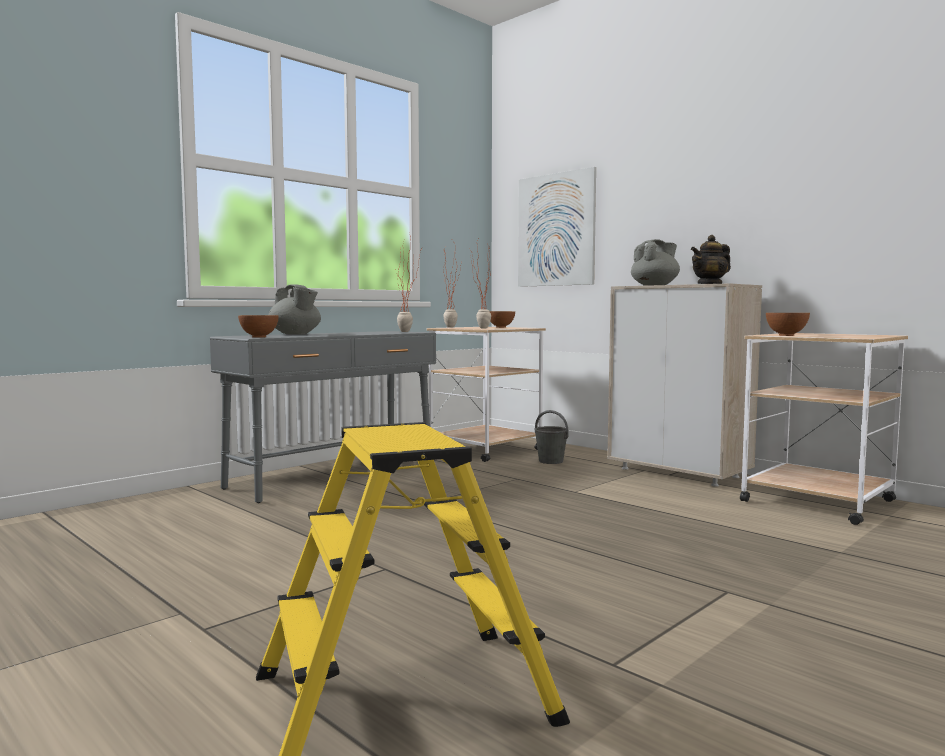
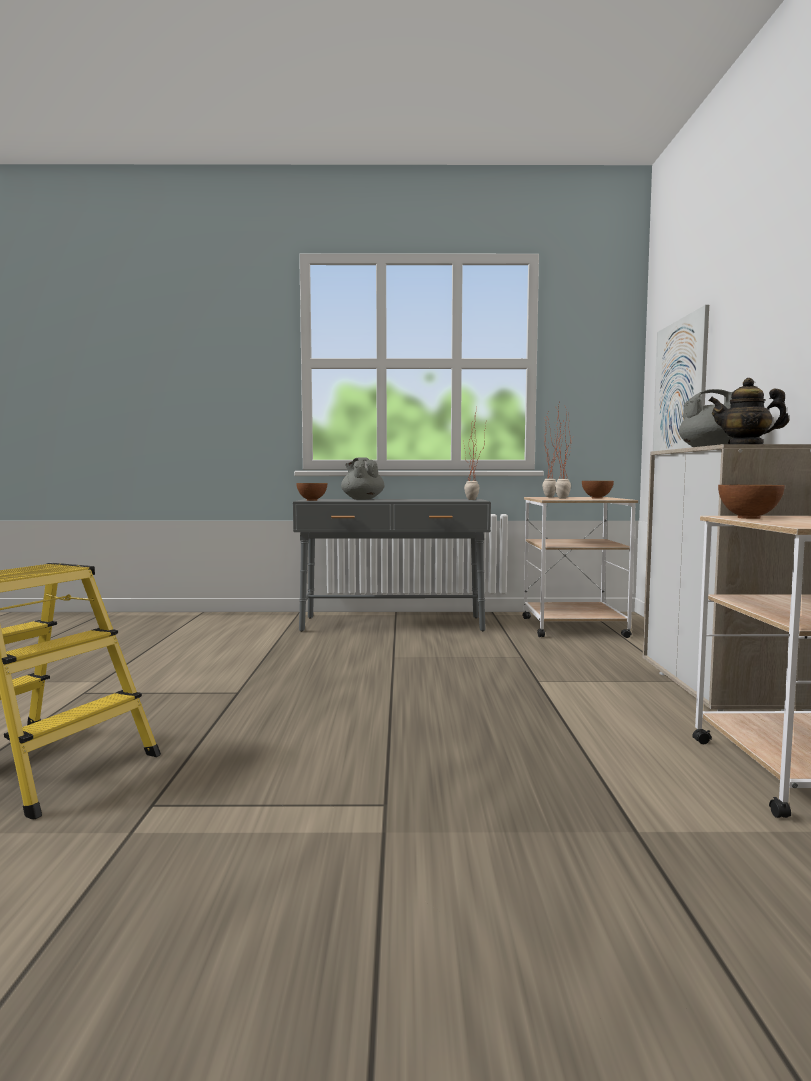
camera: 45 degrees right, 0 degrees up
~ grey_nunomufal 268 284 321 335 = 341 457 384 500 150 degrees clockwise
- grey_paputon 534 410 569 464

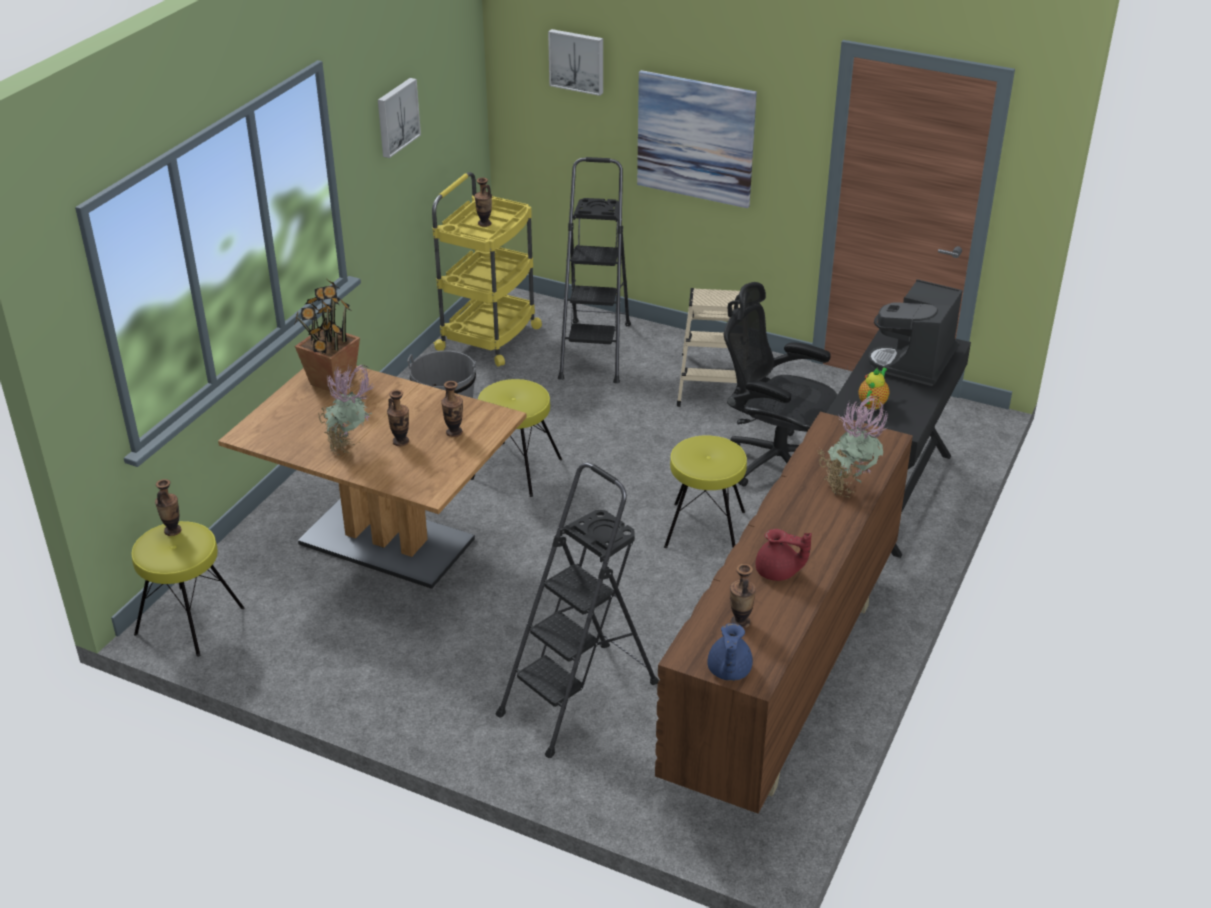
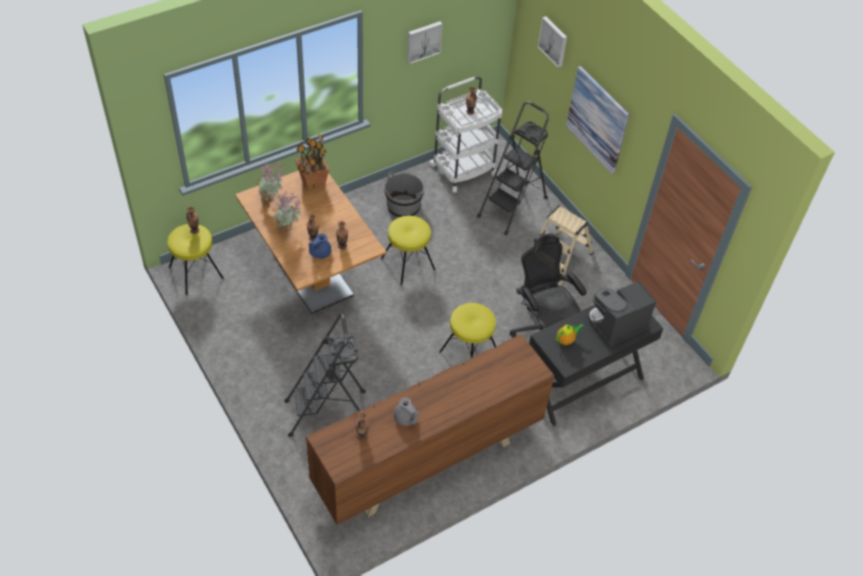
camera: 30 degrees right, 15 degrees up
~ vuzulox 817 396 888 498 to 256 162 286 205
~ blue_nunomufal 707 623 753 681 to 309 233 331 259
~ red_nunomufal 756 529 812 581 to grey_nunomufal 394 397 418 425
~ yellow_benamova 432 172 542 367 to white_benamova 429 77 503 193

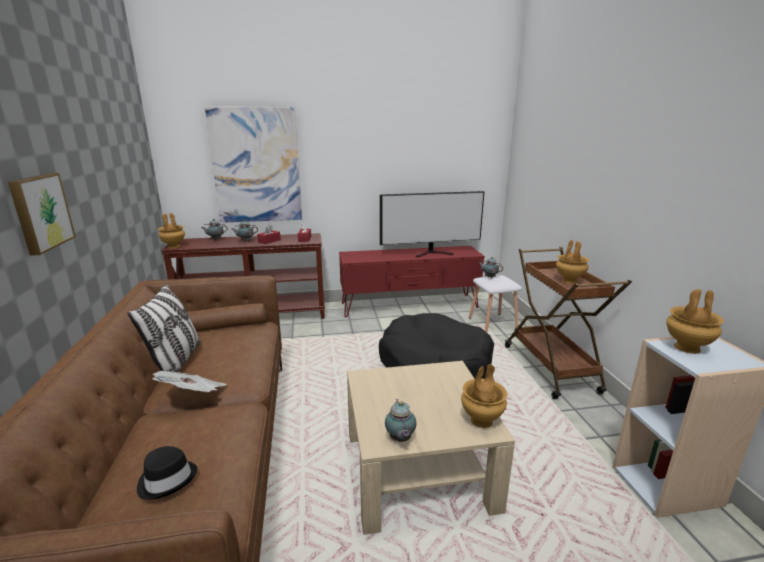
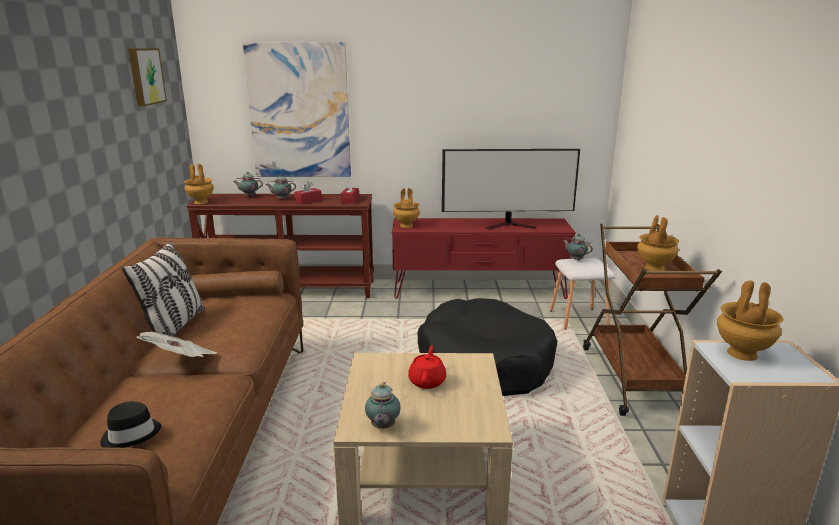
camera: 10 degrees right, 0 degrees up
~ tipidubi 8 173 76 256 to 128 48 167 106
~ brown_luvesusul 461 364 507 428 to 393 188 420 228
+ red_nunomufal 408 345 446 389

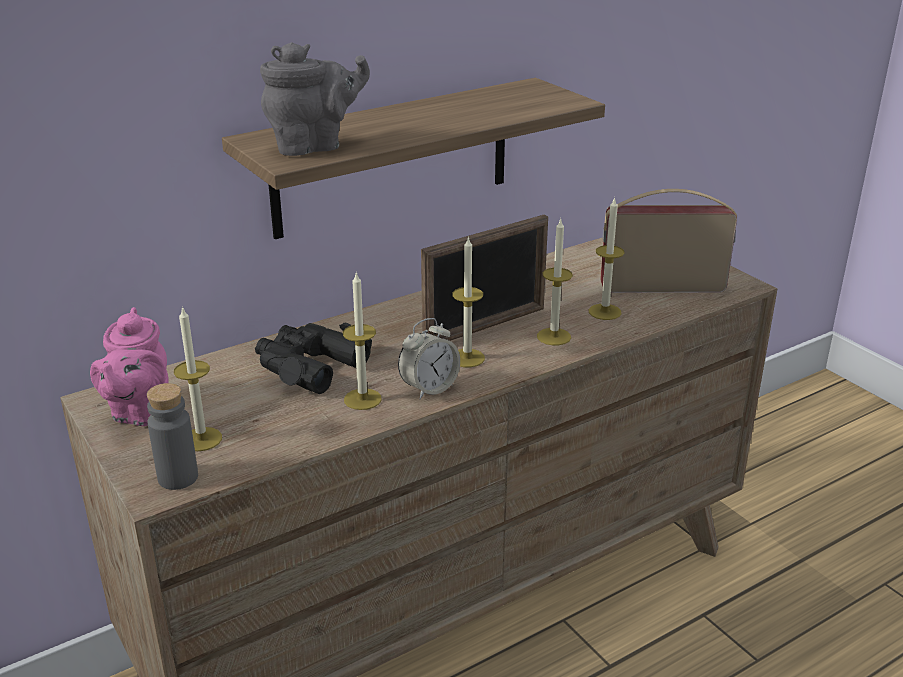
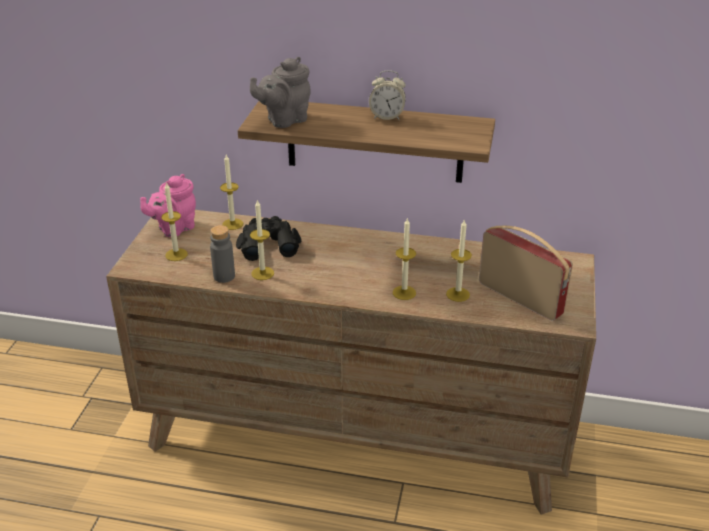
camera: 45 degrees right, 5 degrees up
~ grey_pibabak 147 383 198 490 to 210 225 235 283
~ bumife 452 236 485 367 to 220 155 243 230
~ grey_nunomufal 260 42 370 156 = 250 57 310 128 120 degrees clockwise
~ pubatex 398 318 460 399 to 369 70 406 120
- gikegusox 421 214 548 341

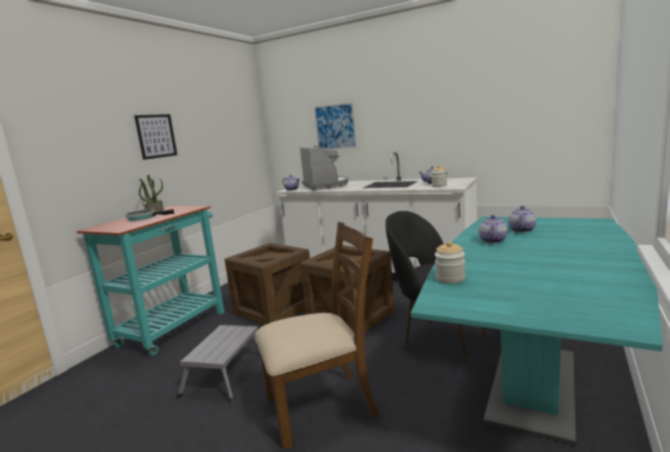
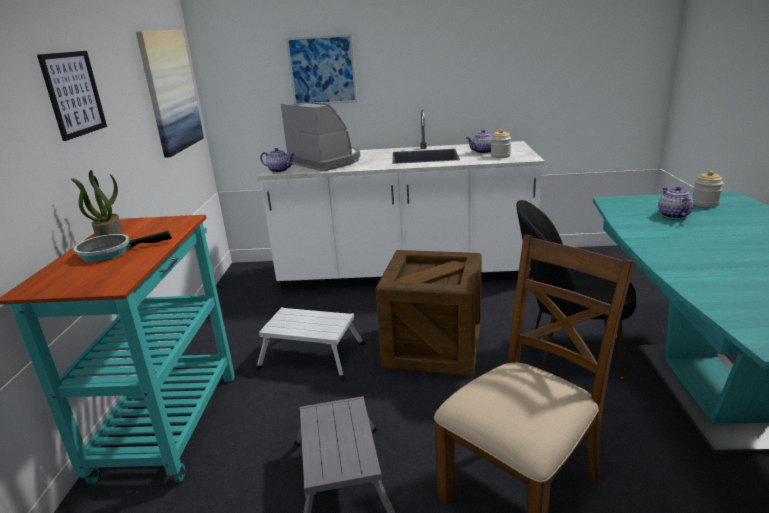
camera: 25 degrees left, 10 degrees up
+ tipidubi 136 30 204 158
~ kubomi 225 243 310 325 to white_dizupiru 255 307 366 382
~ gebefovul 435 241 465 284 to 692 171 724 207
- nunomufal 478 215 508 243

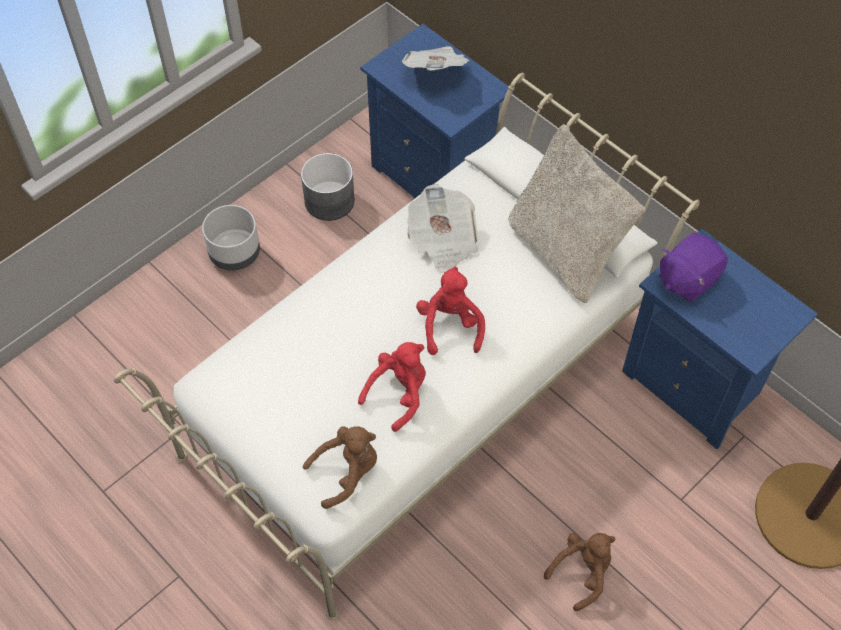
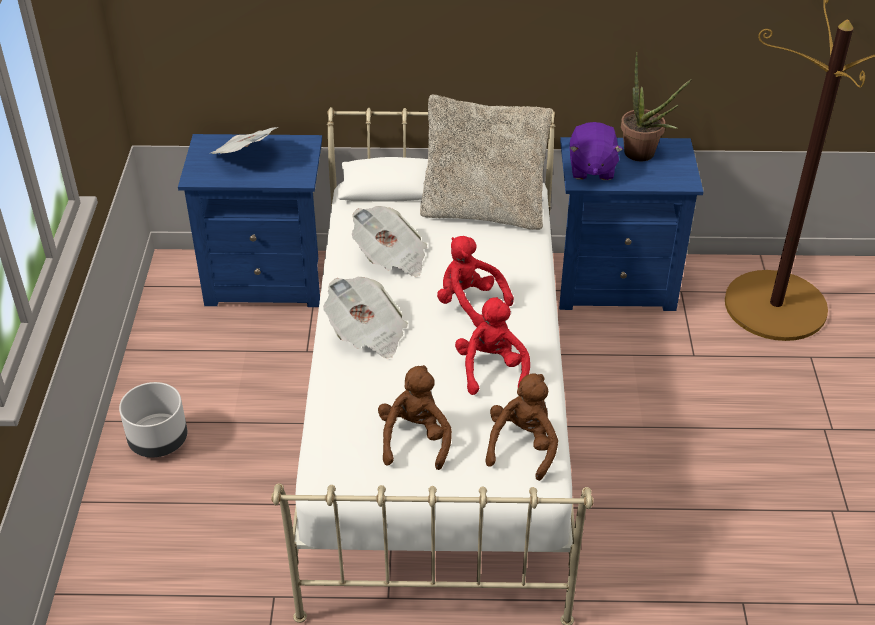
camera: 45 degrees left, 15 degrees down
+ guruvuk 323 277 408 358
~ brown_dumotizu 544 533 615 611 to 378 365 452 470
+ vuzulox 621 52 692 161
- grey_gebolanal 301 153 355 221

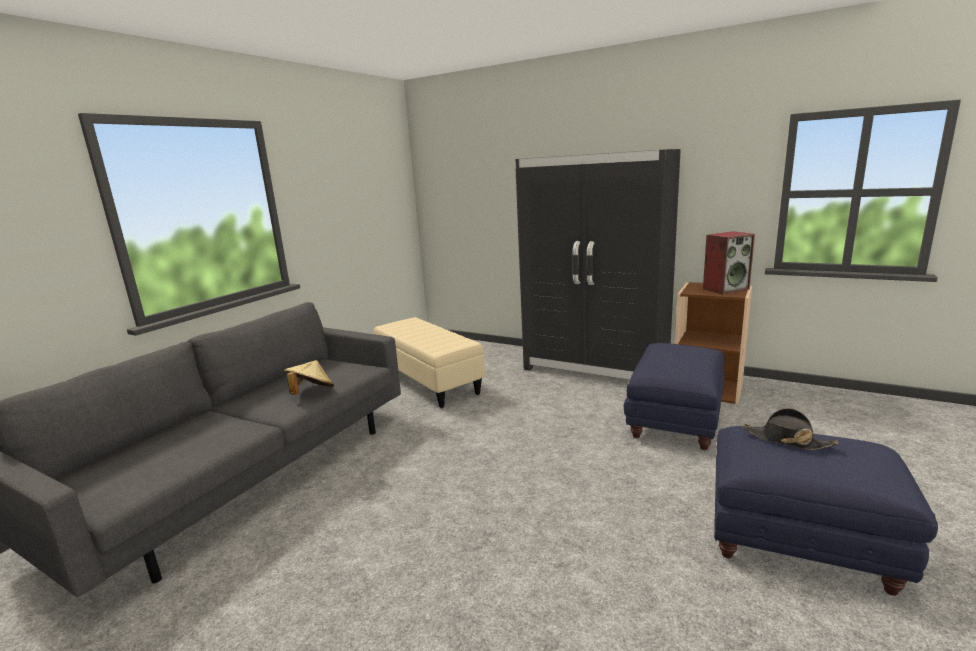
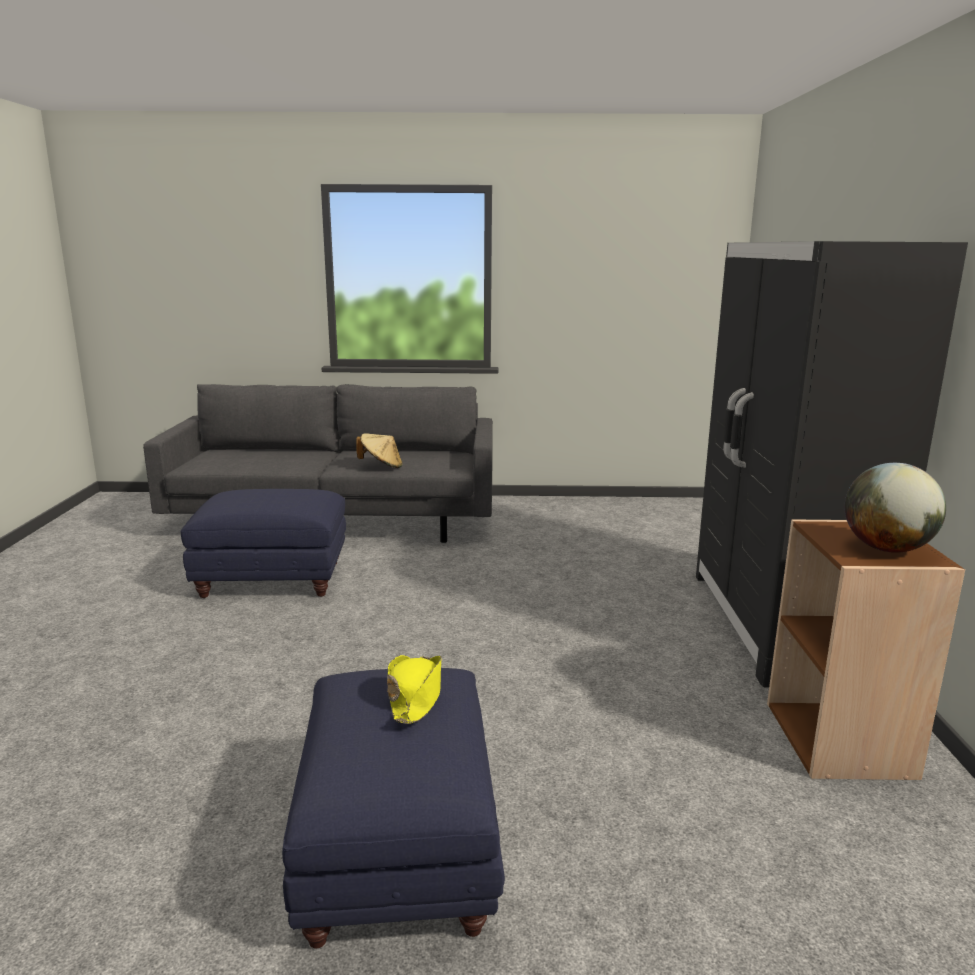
camera: 60 degrees right, 0 degrees up
~ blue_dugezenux 624 343 725 450 to 181 489 346 598
~ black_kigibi 742 408 838 450 to yellow_kigibi 387 655 441 724
~ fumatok 703 231 755 294 to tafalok 845 463 946 553
- beige_dugezenux 373 317 485 408

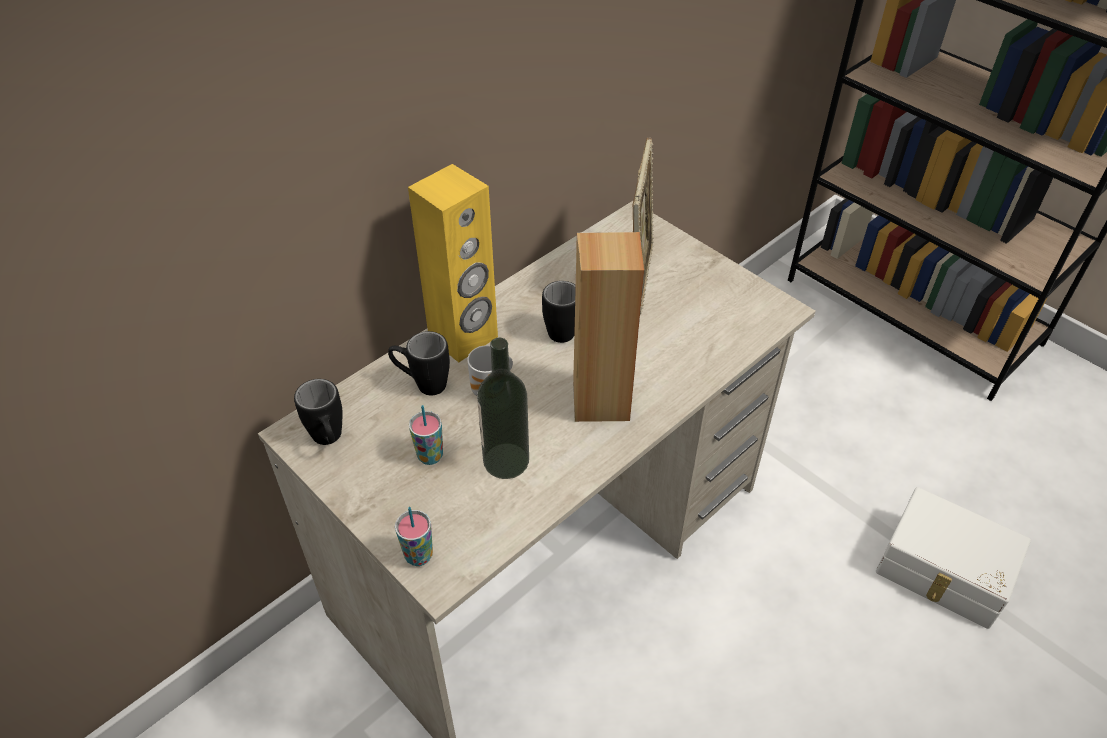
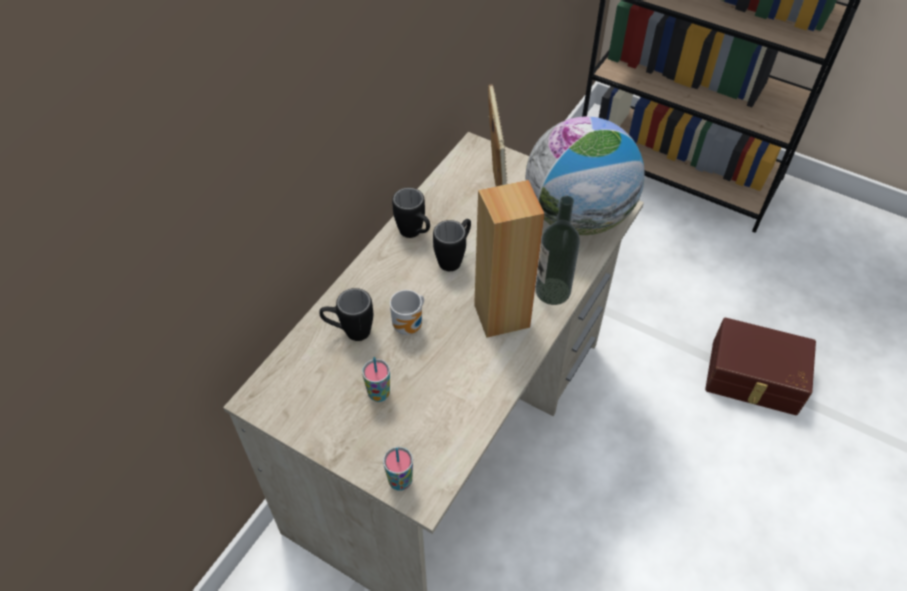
camera: 15 degrees left, 5 degrees up
~ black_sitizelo 294 379 343 445 to 392 188 430 238
+ tafalok 526 116 645 235
~ pibabak 477 338 529 479 to 535 196 580 305
~ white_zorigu 876 487 1031 629 to brown_zorigu 705 318 816 415
- yellow_fumatok 408 164 498 362

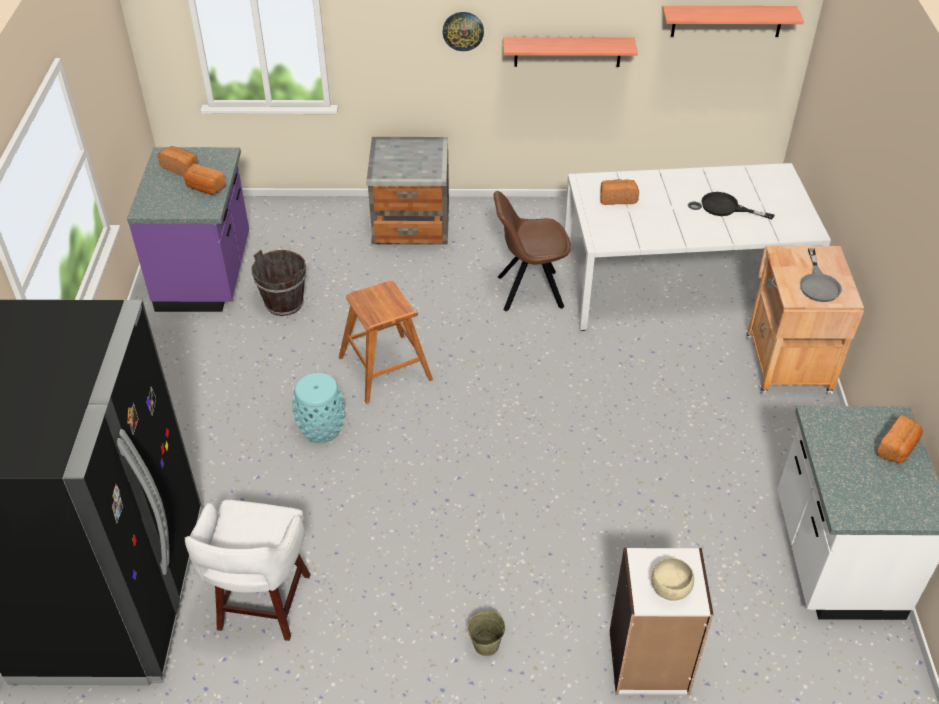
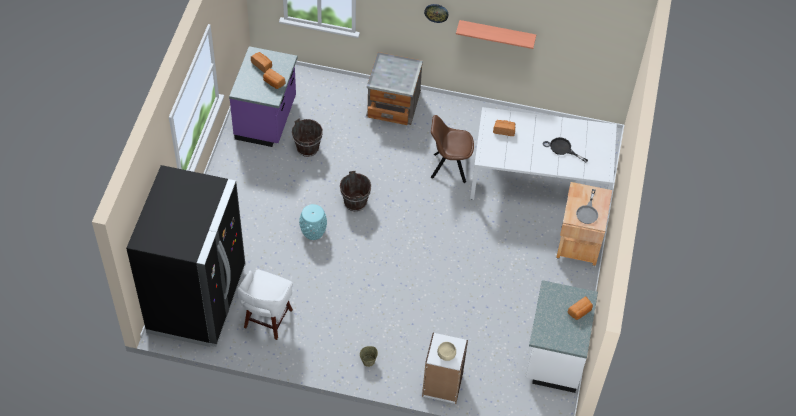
camera: 10 degrees right, 10 degrees up
~ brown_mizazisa 339 280 433 404 to brown_paputon 340 171 371 212
- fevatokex 662 6 804 37

